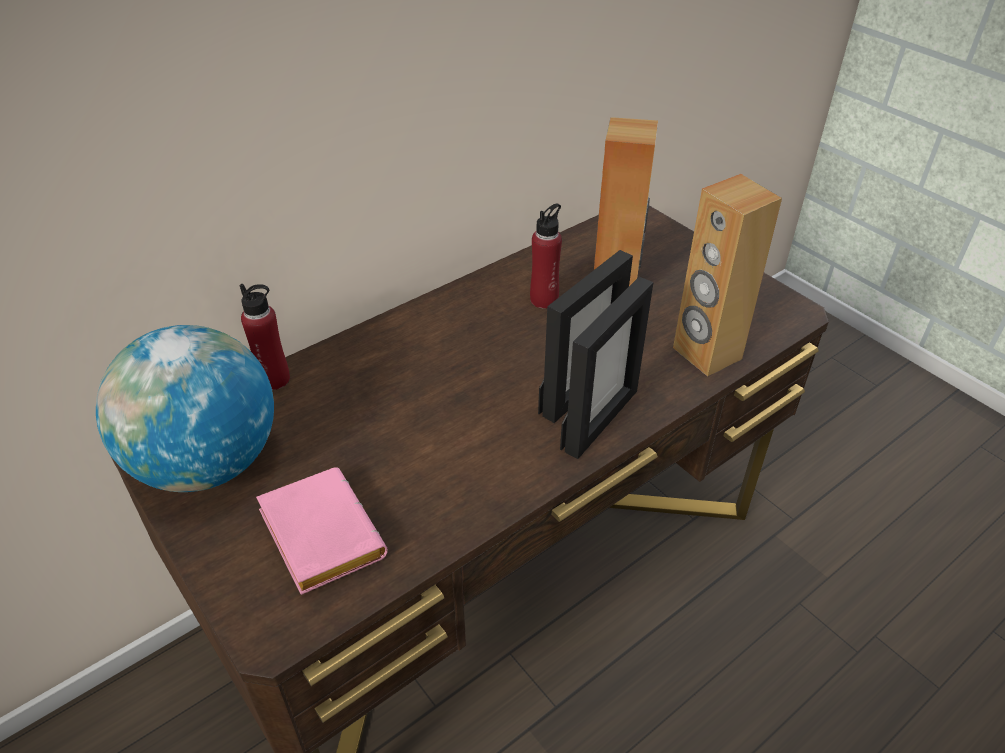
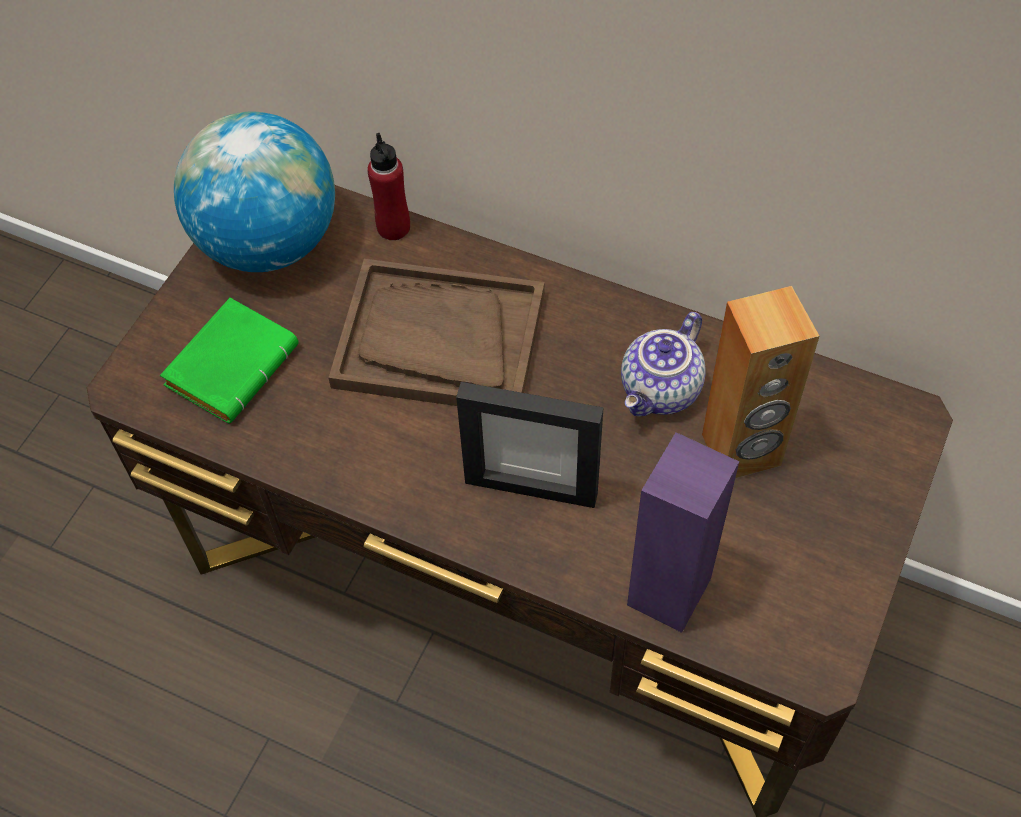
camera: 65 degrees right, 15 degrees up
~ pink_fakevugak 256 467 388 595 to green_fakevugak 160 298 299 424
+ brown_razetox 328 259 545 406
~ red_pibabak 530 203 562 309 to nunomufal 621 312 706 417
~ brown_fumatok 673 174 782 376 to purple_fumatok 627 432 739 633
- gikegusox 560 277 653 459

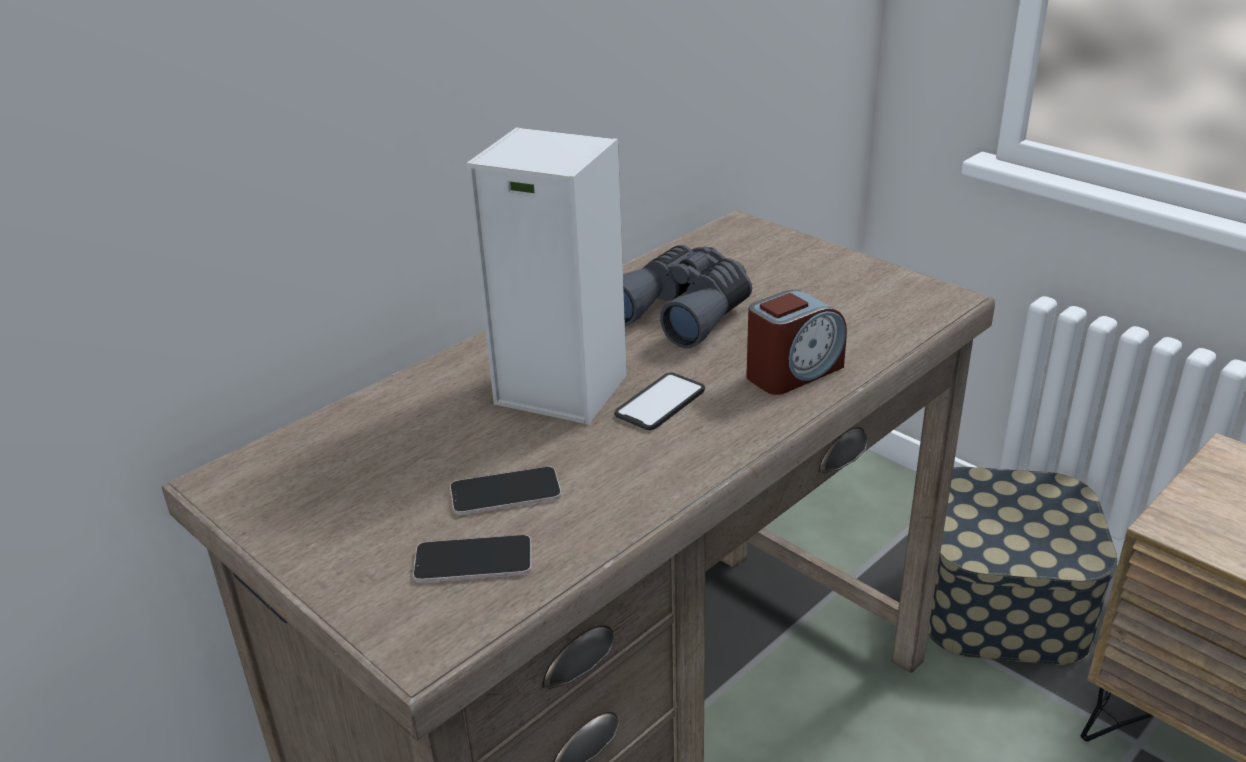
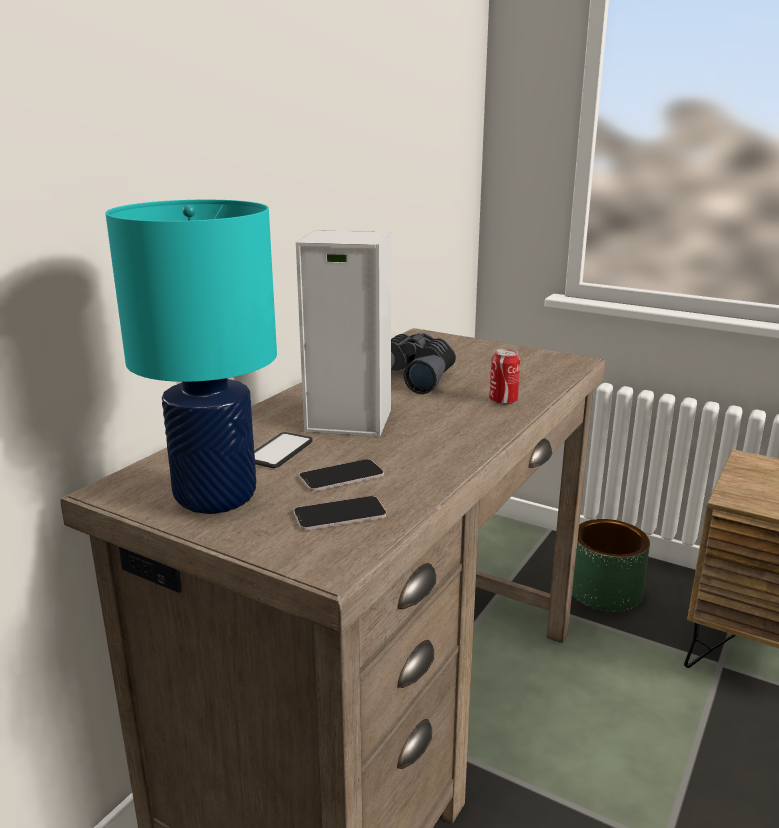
camera: 15 degrees left, 10 degrees down
+ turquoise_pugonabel 105 200 277 514
~ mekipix 614 373 705 430 to 254 432 313 468
~ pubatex 746 289 847 395 to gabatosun 489 349 520 405
~ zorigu 928 467 1117 665 to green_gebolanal 572 519 650 612

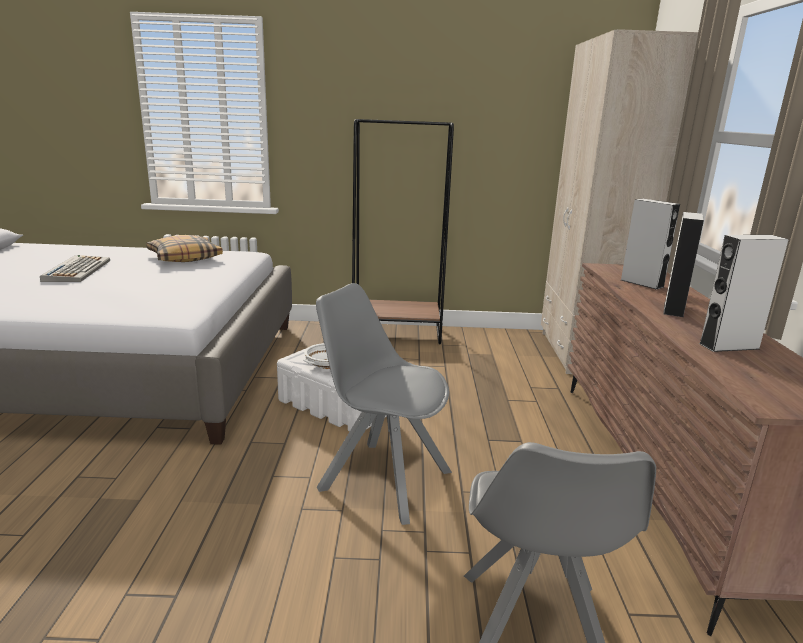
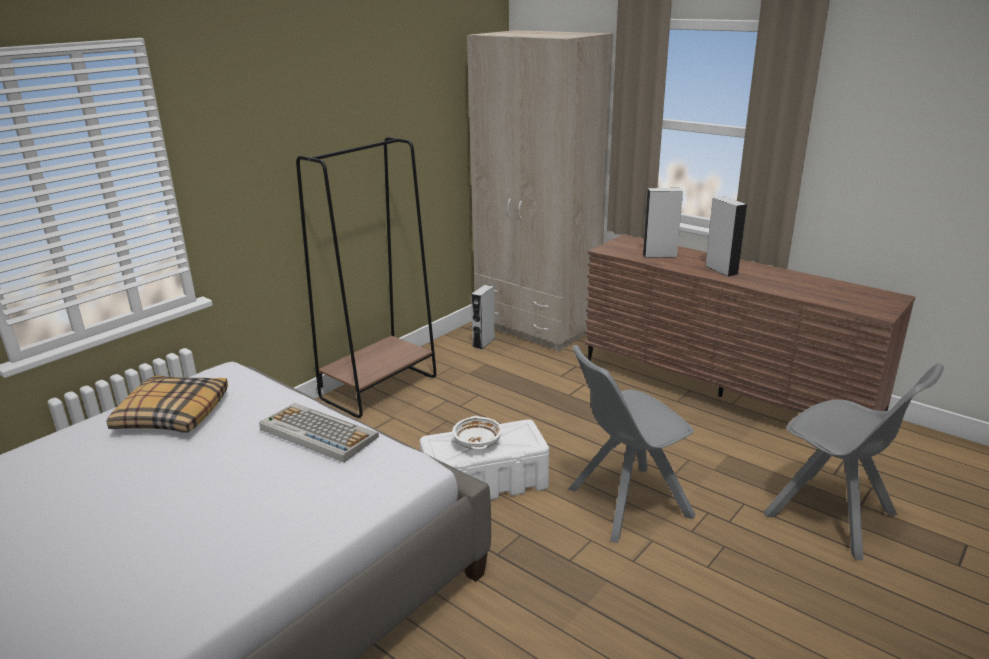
camera: 50 degrees left, 5 degrees up
~ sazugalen 40 255 110 282 to 259 403 379 462
~ grey_fumatok 698 235 789 352 to 471 285 495 349

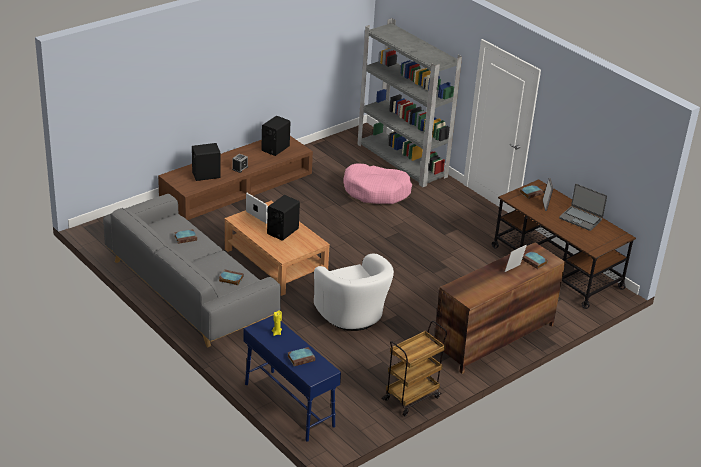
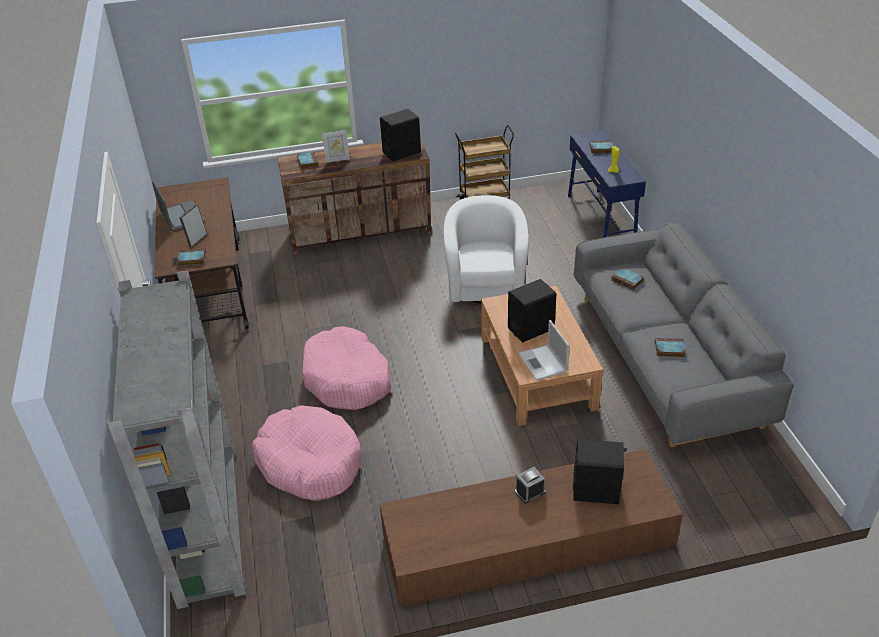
camera: 150 degrees left, 5 degrees up
+ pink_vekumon 302 326 391 410
~ black_fumatok 261 116 290 156 to 380 109 421 161

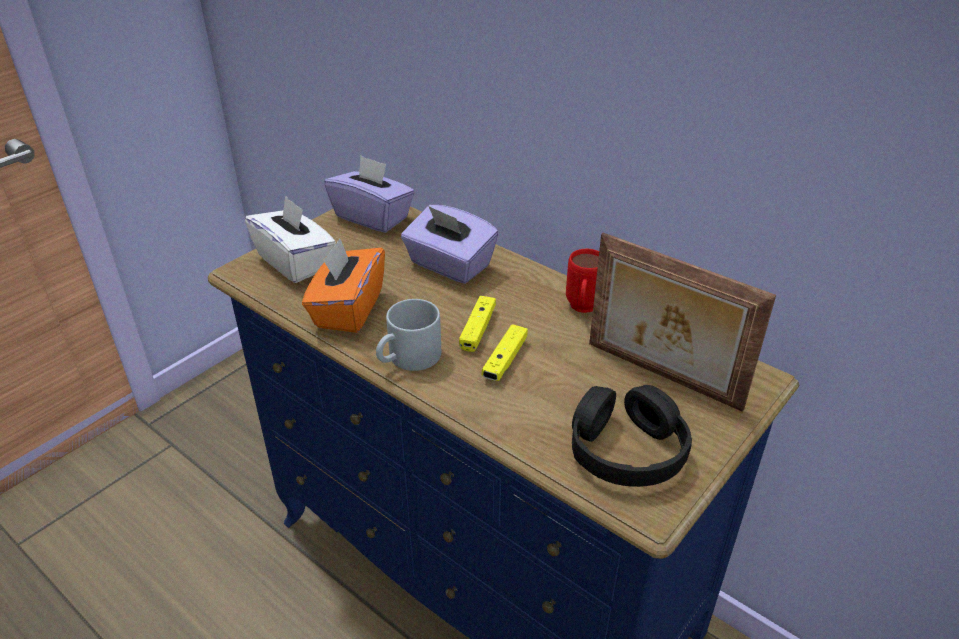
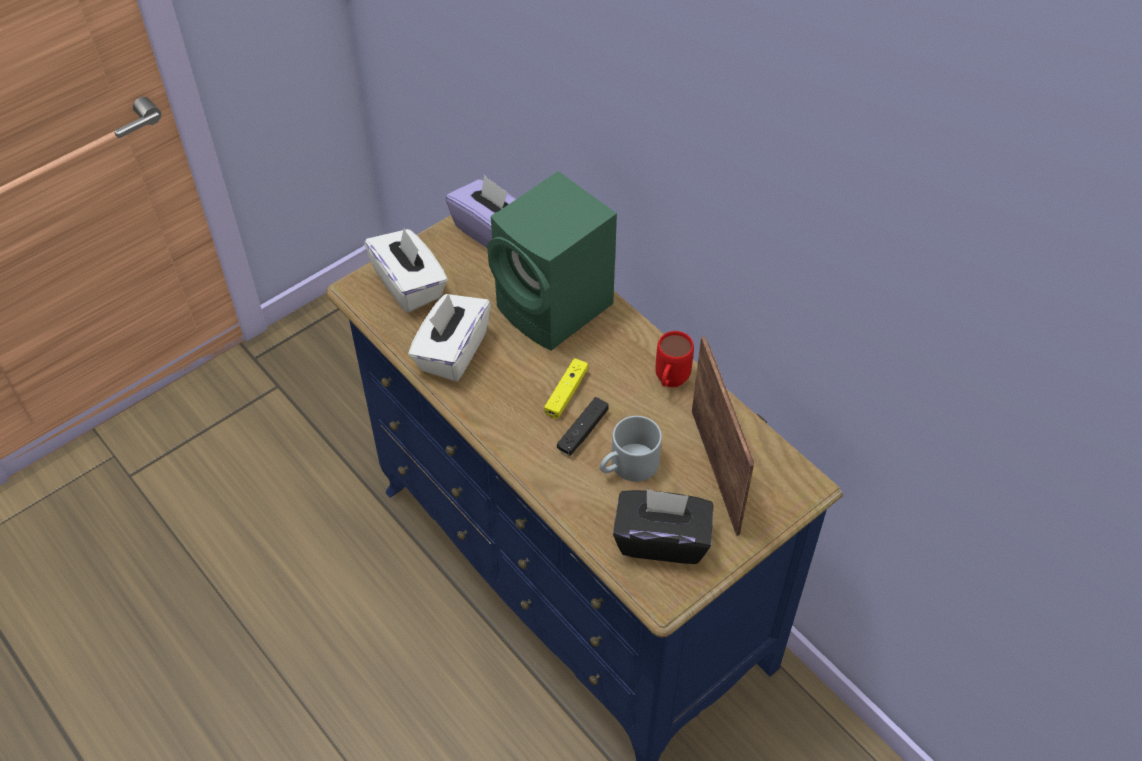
camera: 10 degrees right, 15 degrees up
~ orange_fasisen 302 238 385 333 to white_fasisen 408 294 491 382
~ purple_fasisen 401 205 499 284 to green_fumatok 487 171 617 351
~ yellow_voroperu 482 324 528 381 to black_voroperu 557 397 609 456
~ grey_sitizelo 376 299 441 371 to 600 416 662 482
~ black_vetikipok 572 385 692 487 to black_fasisen 613 489 713 564
~ gikegusox 589 233 776 412 = 692 336 754 536 150 degrees counterclockwise

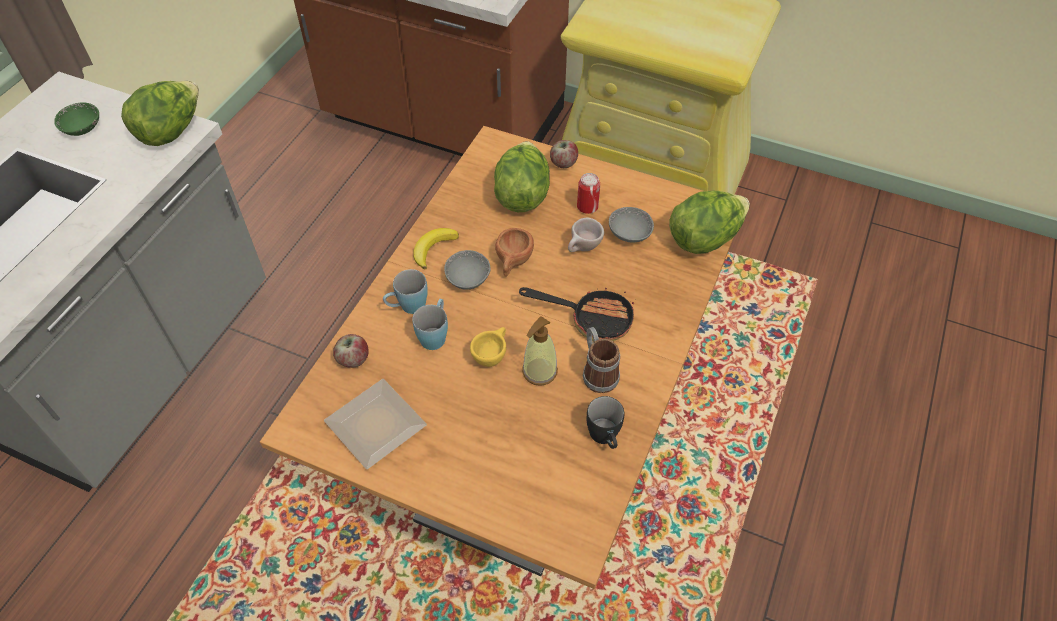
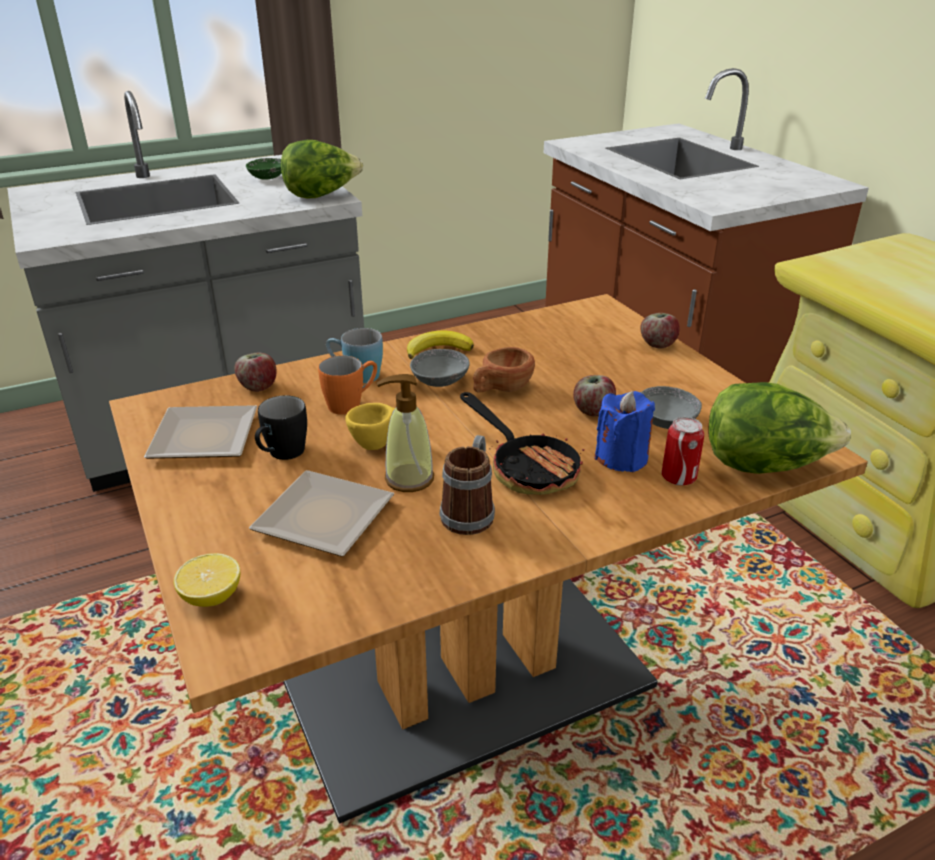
camera: 40 degrees right, 20 degrees down
+ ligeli 174 553 240 607
+ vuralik 249 470 394 557
~ black_sitizelo 586 396 624 449 to 255 395 307 460
~ blue_sitizelo 412 299 448 350 to orange_sitizelo 318 356 377 415
~ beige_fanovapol 568 217 604 252 to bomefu 573 375 616 416
+ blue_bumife 594 391 655 472
~ gabatosun 577 173 600 214 to 661 417 704 486
- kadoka 494 141 550 212

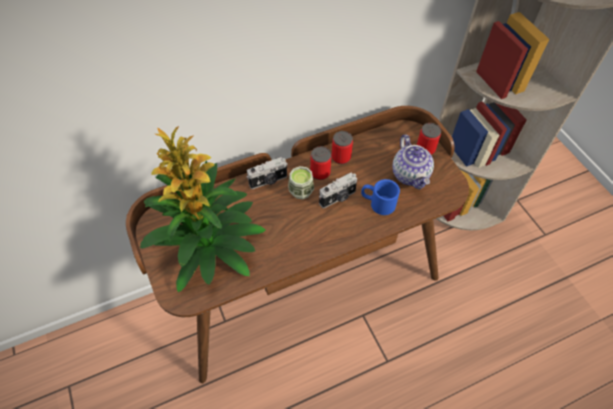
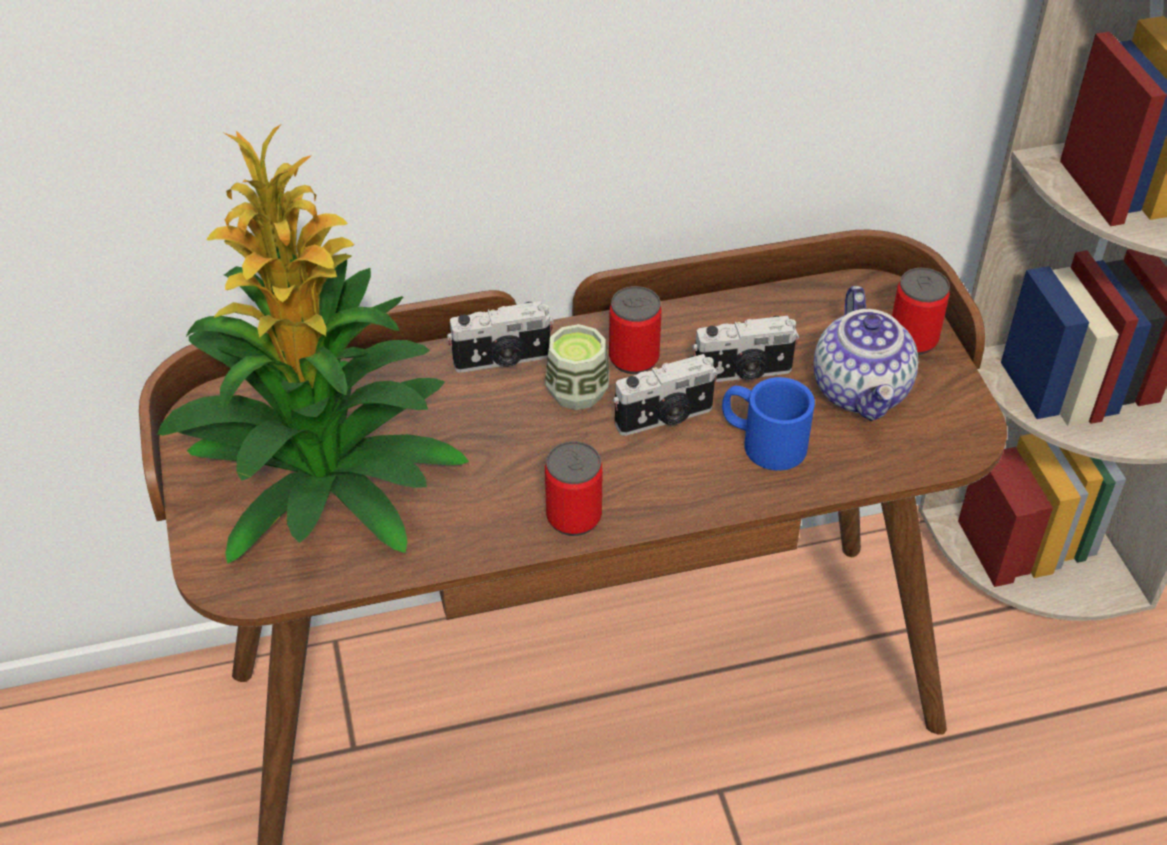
camera: 10 degrees right, 10 degrees down
~ gabatosun 332 131 353 164 to 545 441 603 536
+ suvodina 692 316 799 382

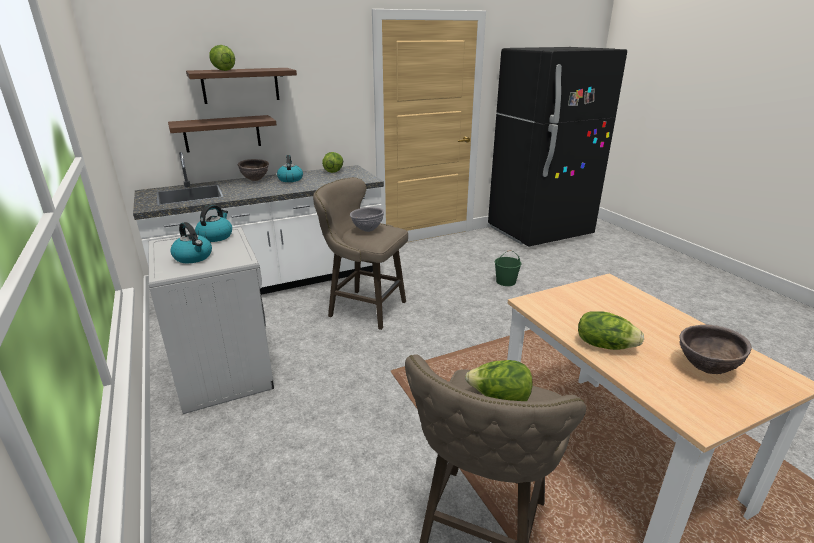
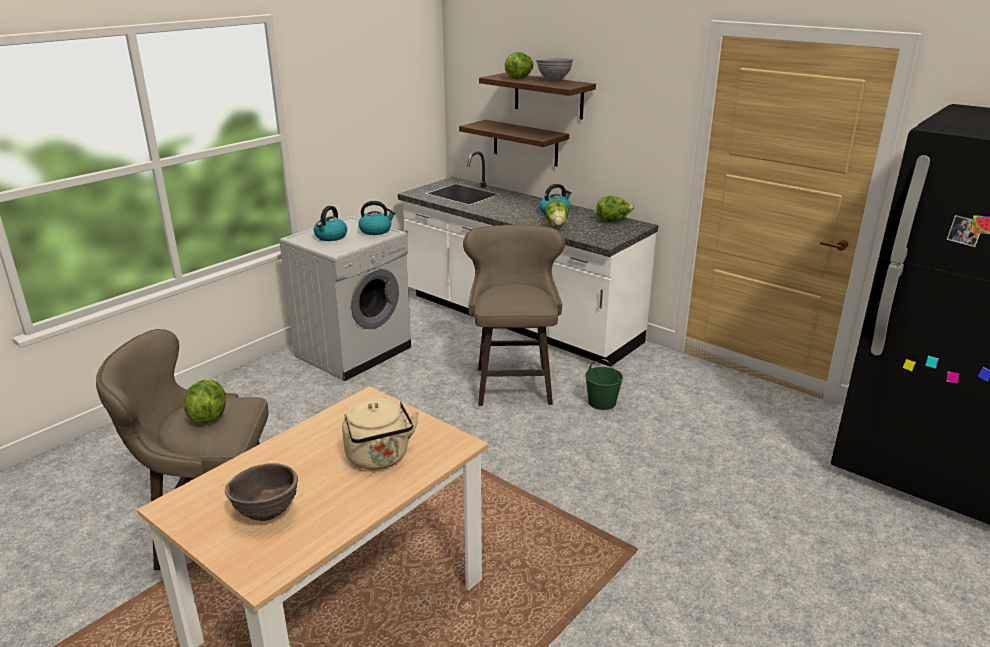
camera: 65 degrees right, 0 degrees up
+ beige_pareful 342 398 419 470
~ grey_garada 350 207 384 232 to 536 58 573 81
~ kadoka 578 312 644 350 to 545 200 568 227
~ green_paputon 495 250 522 286 to 585 359 623 410
- brown_garada 238 159 269 181

